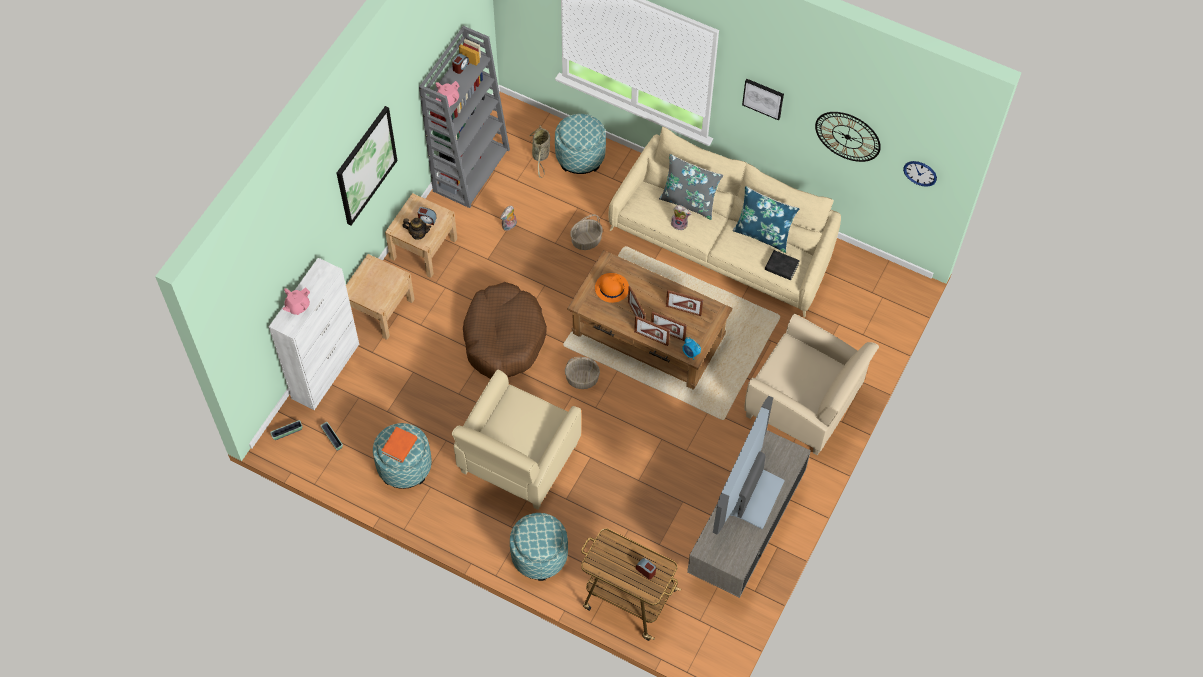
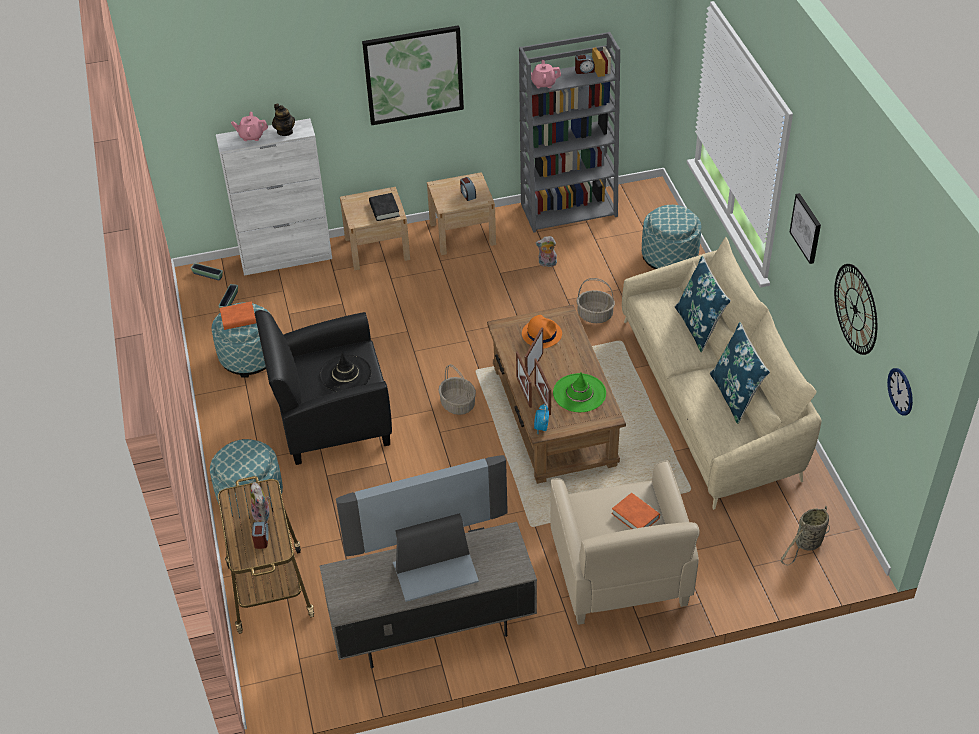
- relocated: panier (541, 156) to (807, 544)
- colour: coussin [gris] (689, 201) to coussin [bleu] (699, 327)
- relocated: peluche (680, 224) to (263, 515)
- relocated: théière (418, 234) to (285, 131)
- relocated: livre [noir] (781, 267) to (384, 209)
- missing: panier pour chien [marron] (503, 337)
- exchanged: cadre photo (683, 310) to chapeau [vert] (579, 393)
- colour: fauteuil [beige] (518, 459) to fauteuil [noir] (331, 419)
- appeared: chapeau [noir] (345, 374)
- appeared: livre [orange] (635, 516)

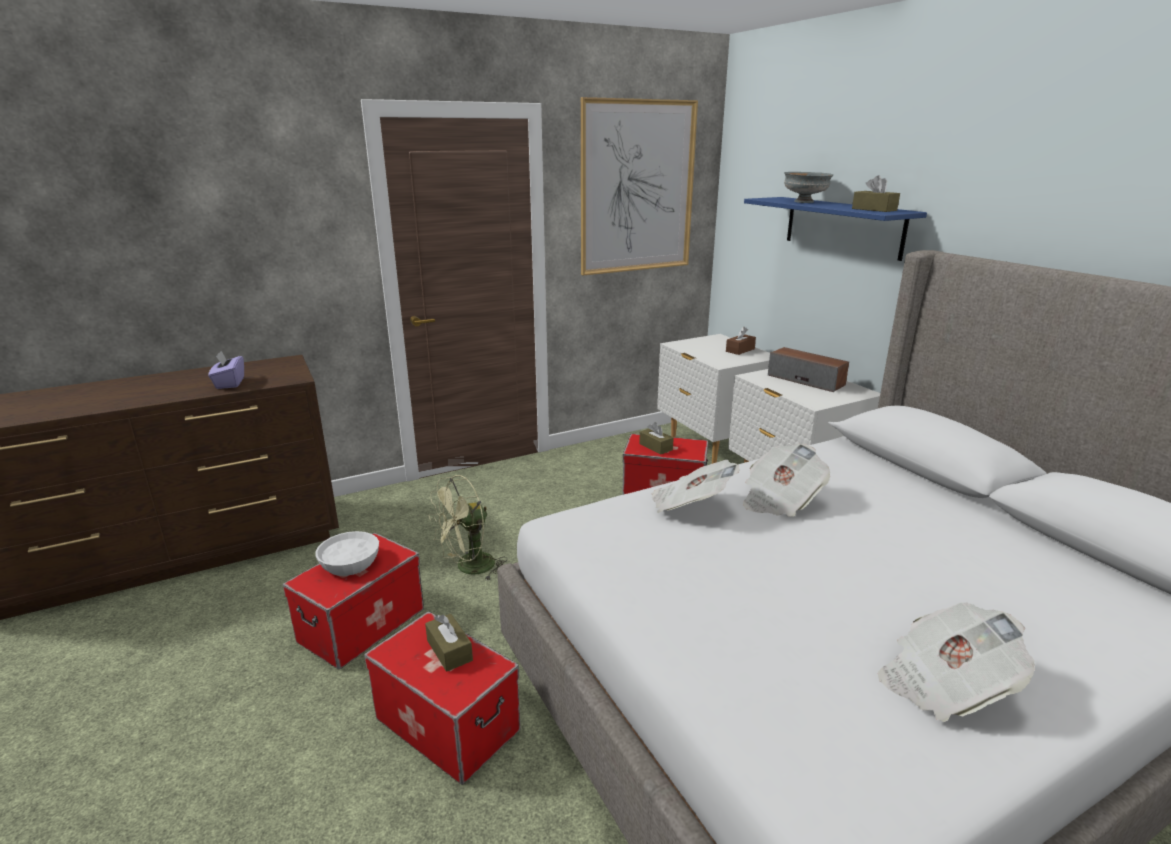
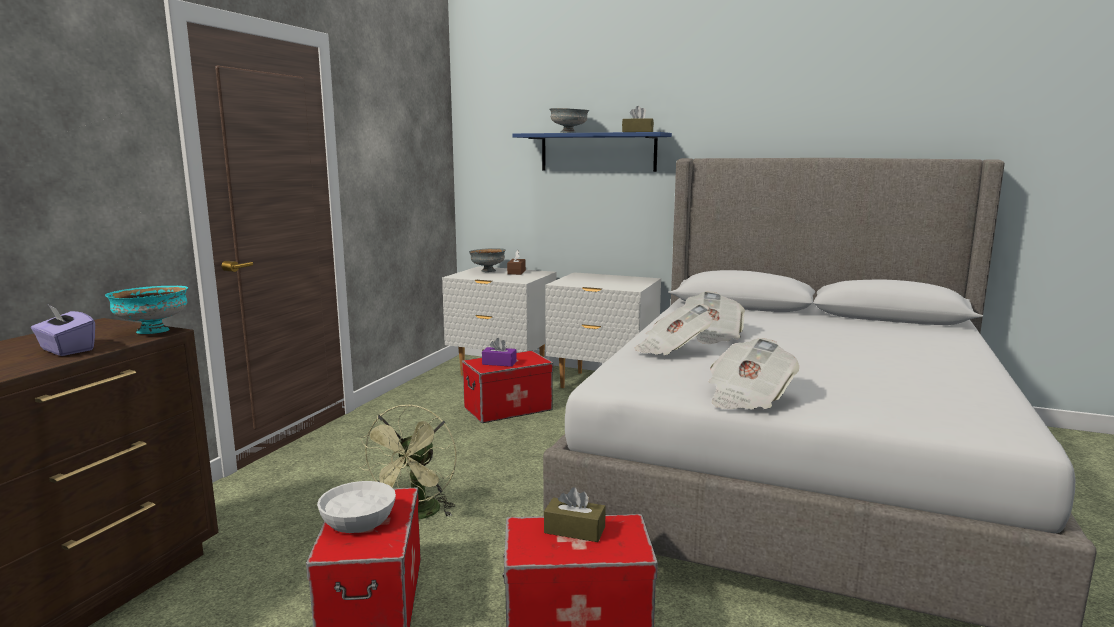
- missing: tableau (637, 188)
- missing: enceinte (806, 380)
- colour: boîte à mouchoirs [marron] (655, 447) to boîte à mouchoirs [violet] (499, 363)
- relocated: journal (944, 684) to (747, 398)
- appeared: bol [gris] (487, 271)
- appeared: bol [turquoise] (152, 331)

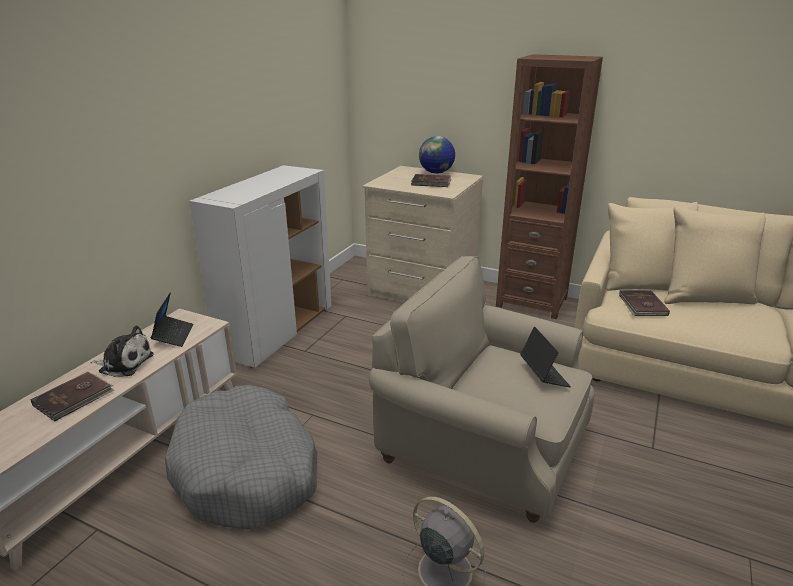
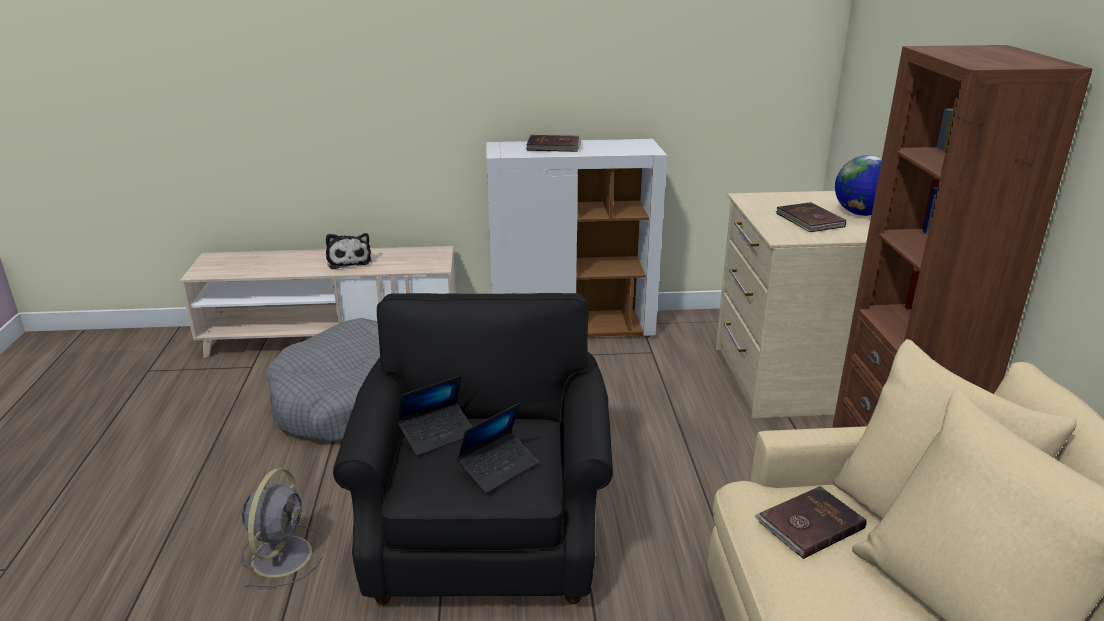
- colour: fauteuil [beige] (482, 446) to fauteuil [noir] (485, 528)
- relocated: ordinateur portable (173, 335) to (437, 435)
- relocated: livre [marron] (74, 398) to (553, 146)

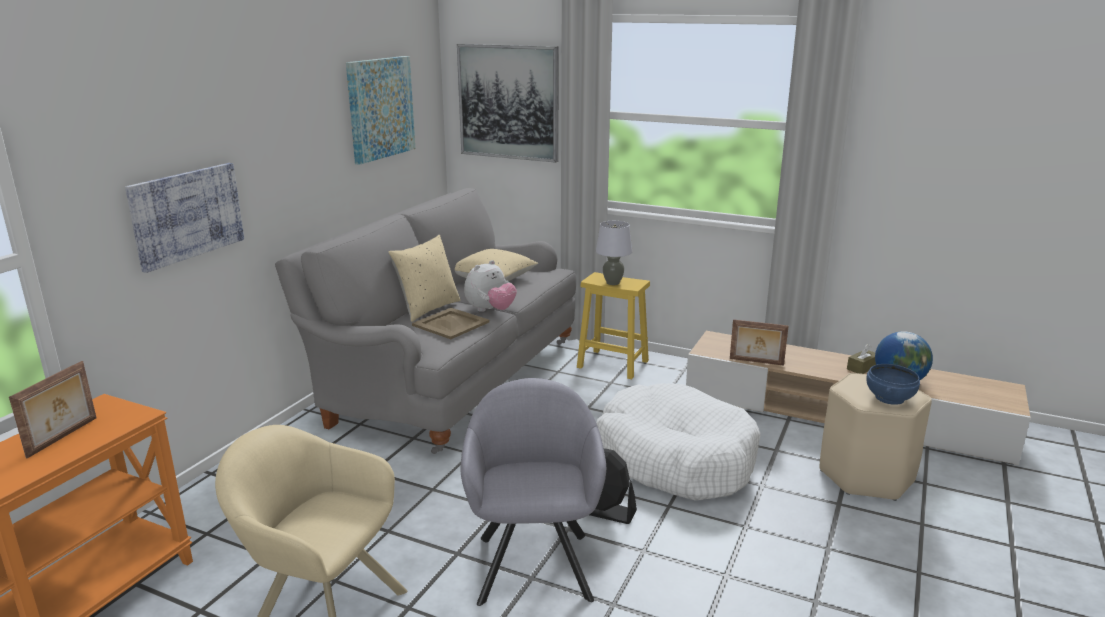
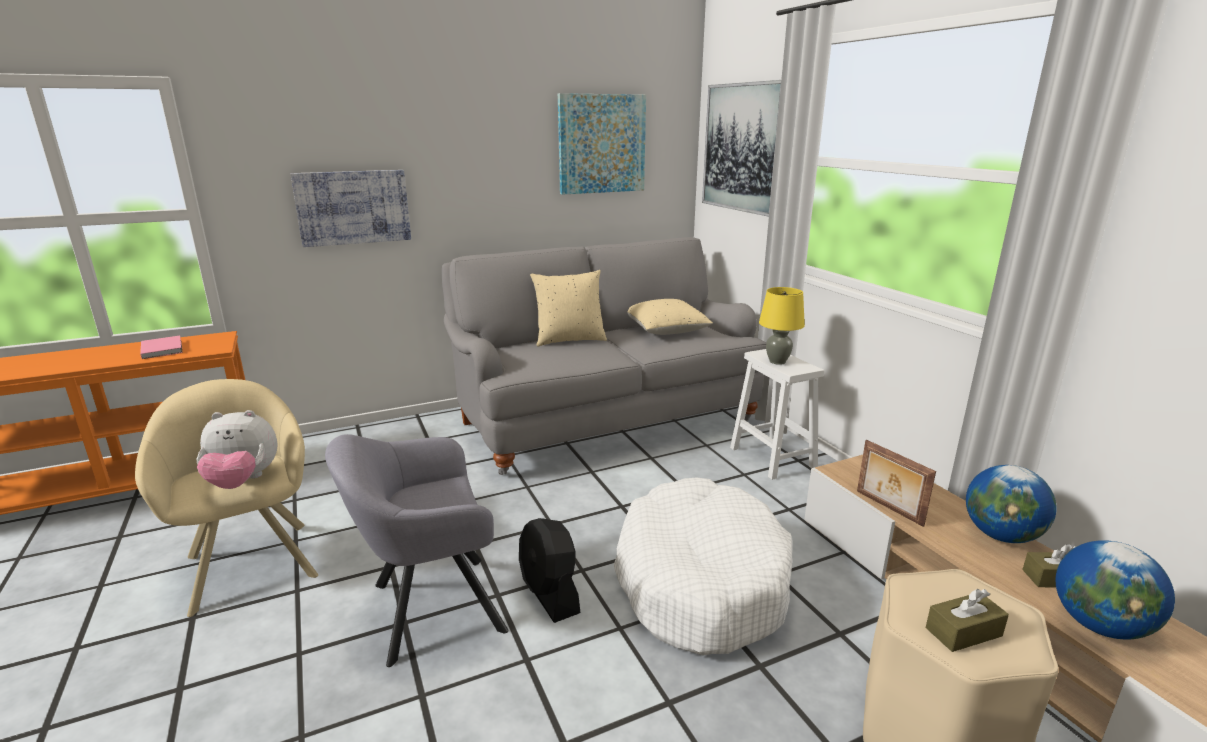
- colour: lampe de table [gris] (613, 283) to lampe de table [jaune] (777, 361)
- relocated: peluche (490, 310) to (243, 481)
- colour: tabouret [jaune] (614, 364) to tabouret [blanc] (773, 458)
- missing: plateau [beige] (450, 324)
- exchanged: cadre photo (64, 437) to livre [rose] (163, 349)
- exchanged: bol [bleu] (889, 398) to boîte à mouchoirs [marron] (963, 632)
- spun: fauteuil [gris] (534, 561) = (428, 609) 150 degrees counterclockwise
- appeared: globe (1001, 535)

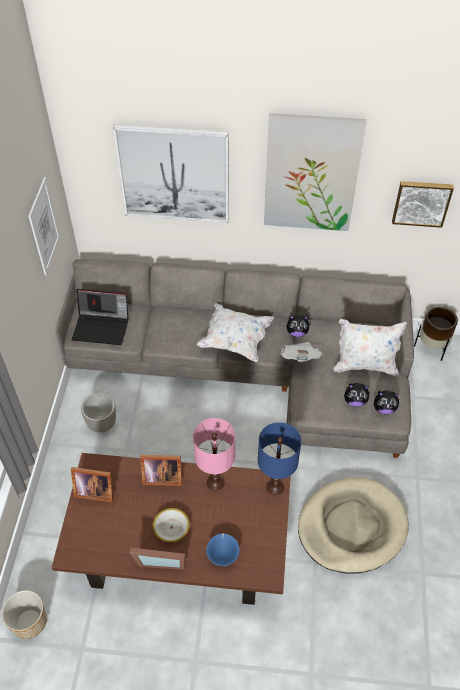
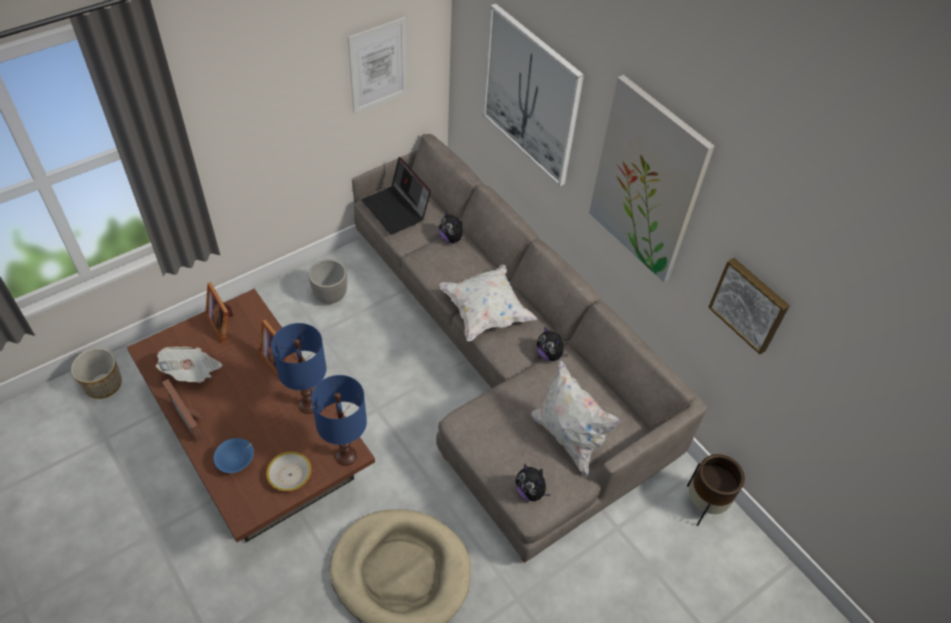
- relocated: journal (300, 358) to (192, 372)
- relocated: peluche (355, 401) to (452, 238)
- colour: lampe de table [rose] (215, 482) to lampe de table [bleu] (309, 404)
- relocated: bol (171, 527) to (290, 475)

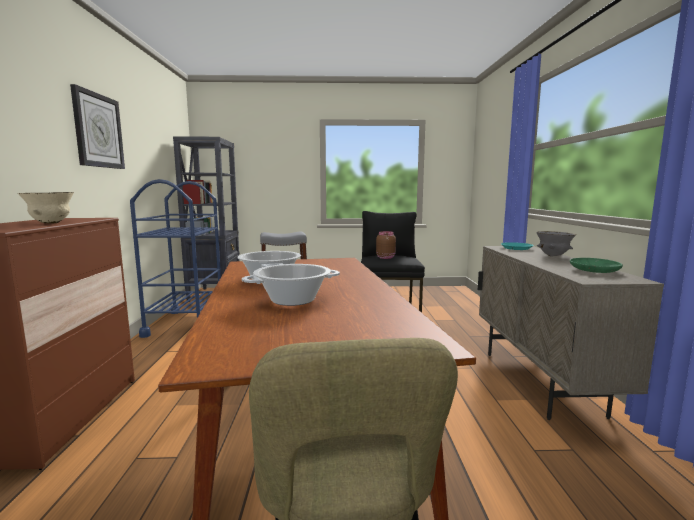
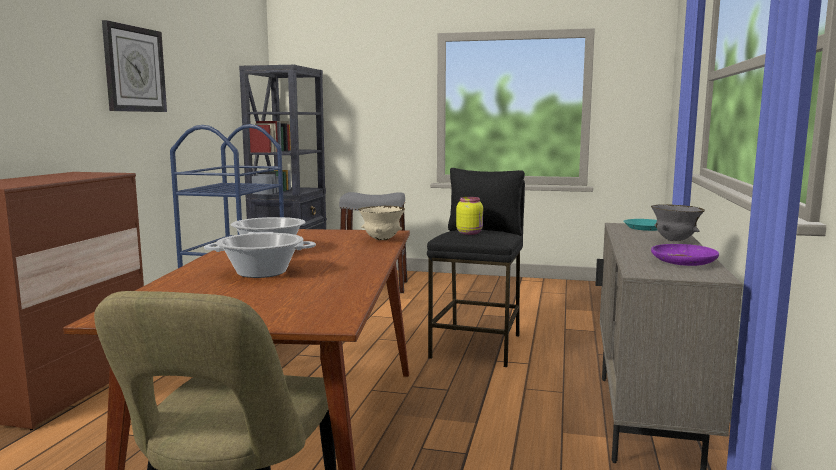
- relocated: bol [beige] (51, 223) to (382, 240)
- colour: bocal [marron] (385, 257) to bocal [jaune] (469, 233)
- colour: assiette [vert] (594, 270) to assiette [violet] (684, 262)

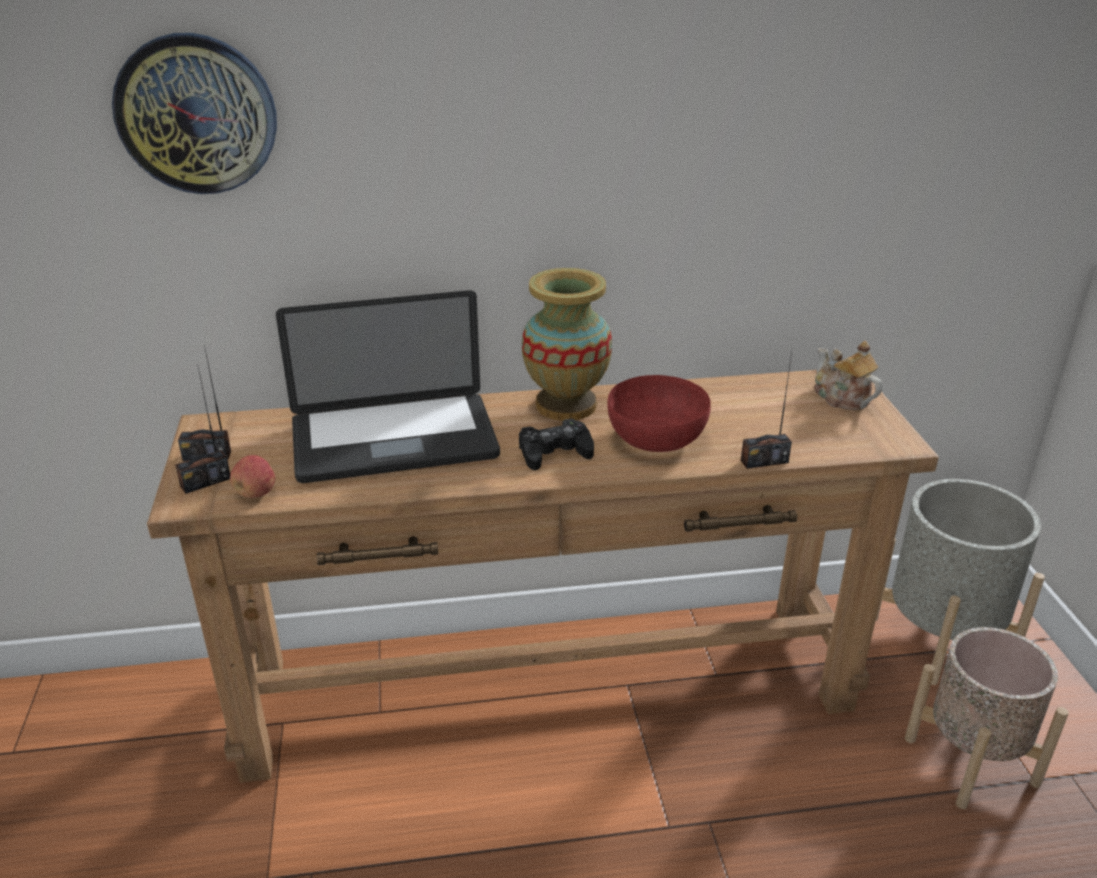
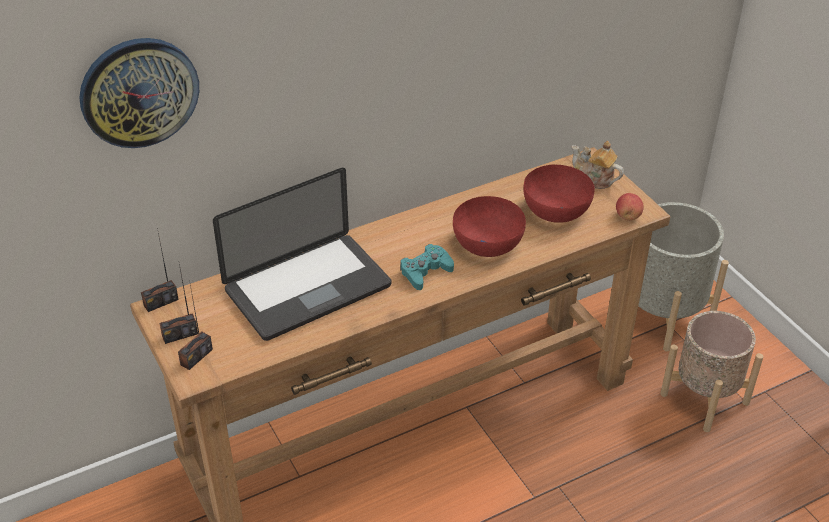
- missing: vase (565, 405)
- relocated: radio (764, 461) to (161, 302)
- colour: manette [noir] (554, 452) to manette [turquoise] (425, 271)
- relocated: pomme (256, 493) to (628, 216)
- appeared: bol [rouge] (557, 210)

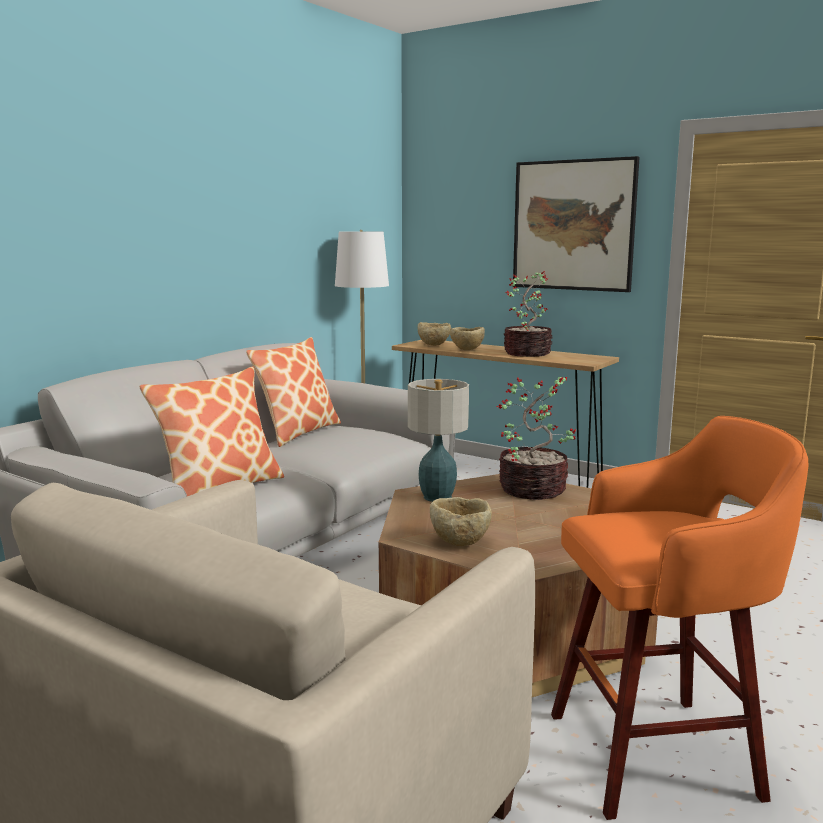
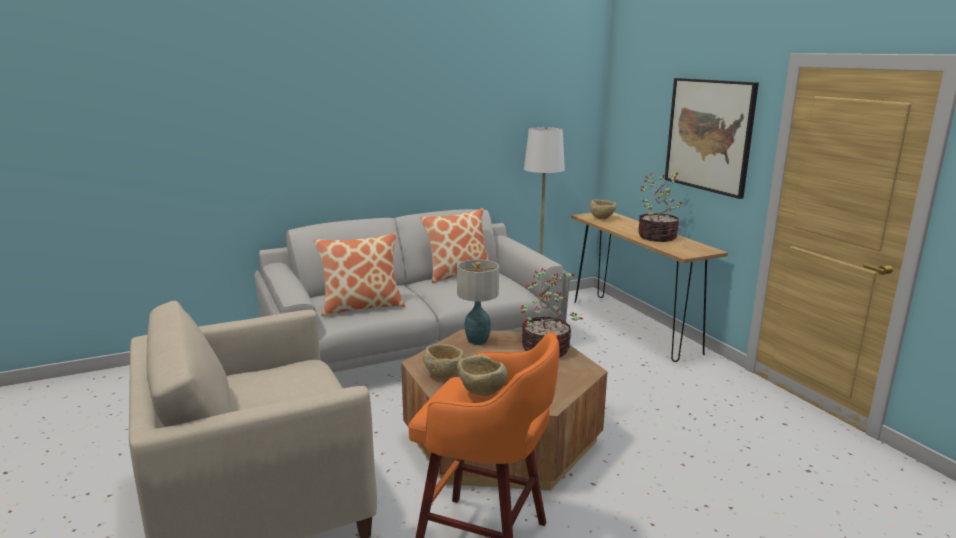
- relocated: bol [beige] (466, 350) to (481, 393)

